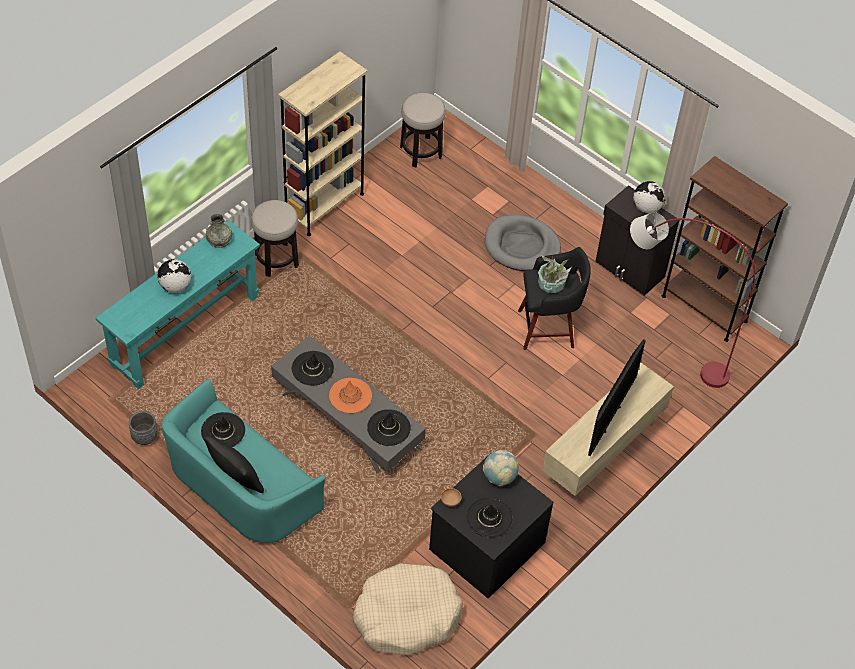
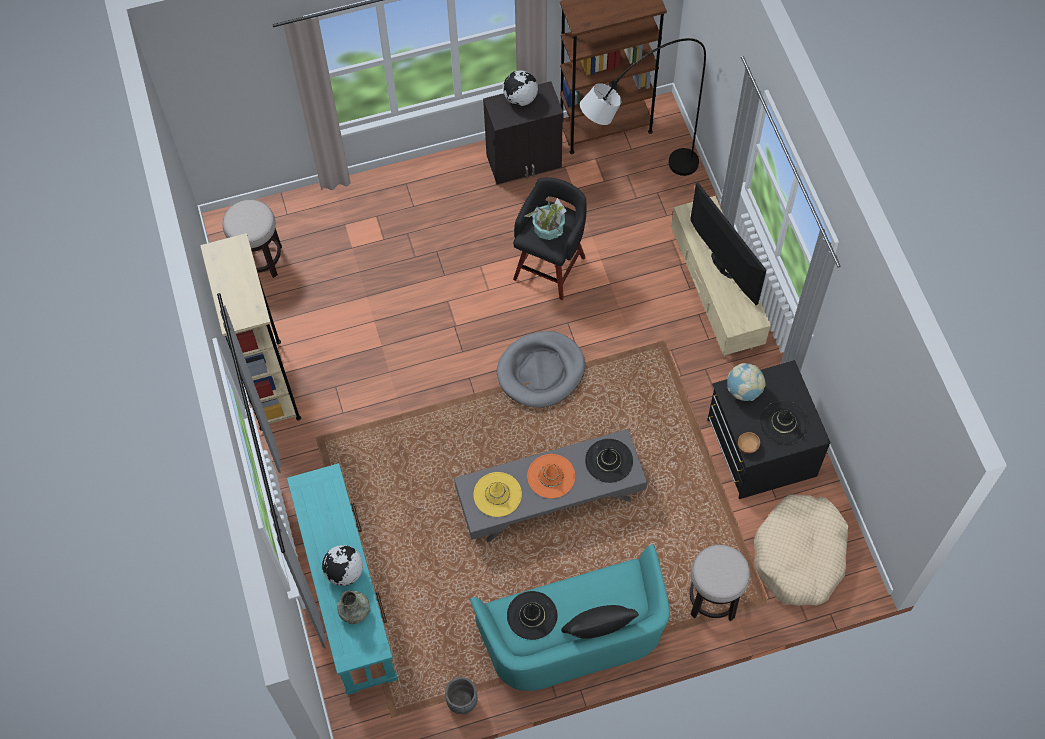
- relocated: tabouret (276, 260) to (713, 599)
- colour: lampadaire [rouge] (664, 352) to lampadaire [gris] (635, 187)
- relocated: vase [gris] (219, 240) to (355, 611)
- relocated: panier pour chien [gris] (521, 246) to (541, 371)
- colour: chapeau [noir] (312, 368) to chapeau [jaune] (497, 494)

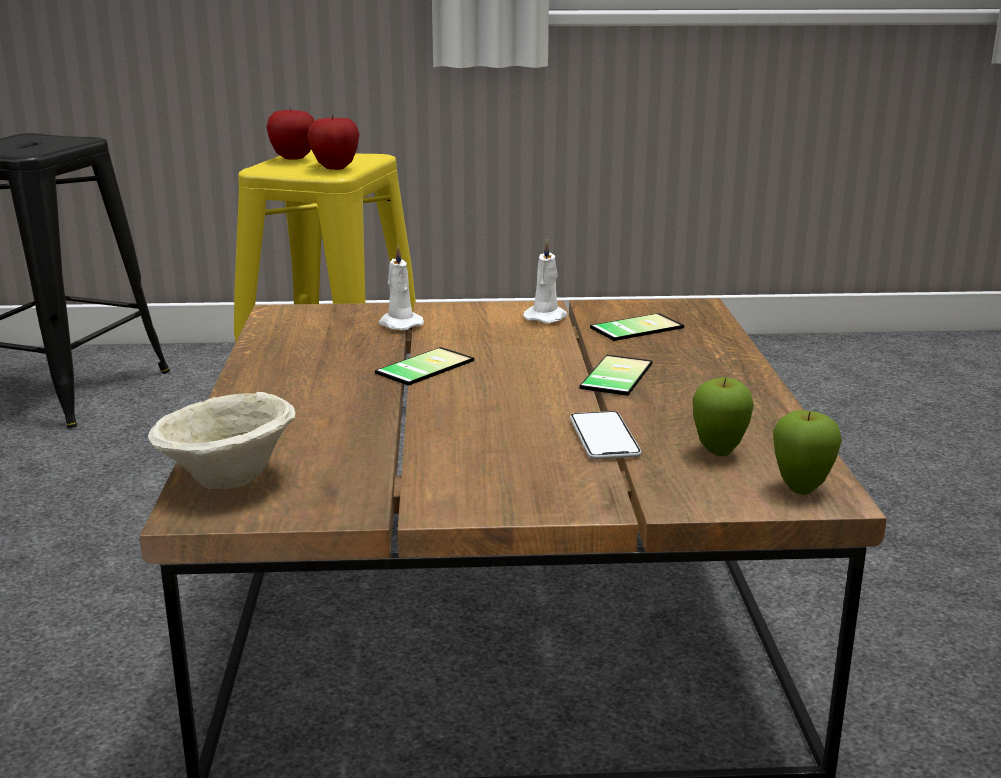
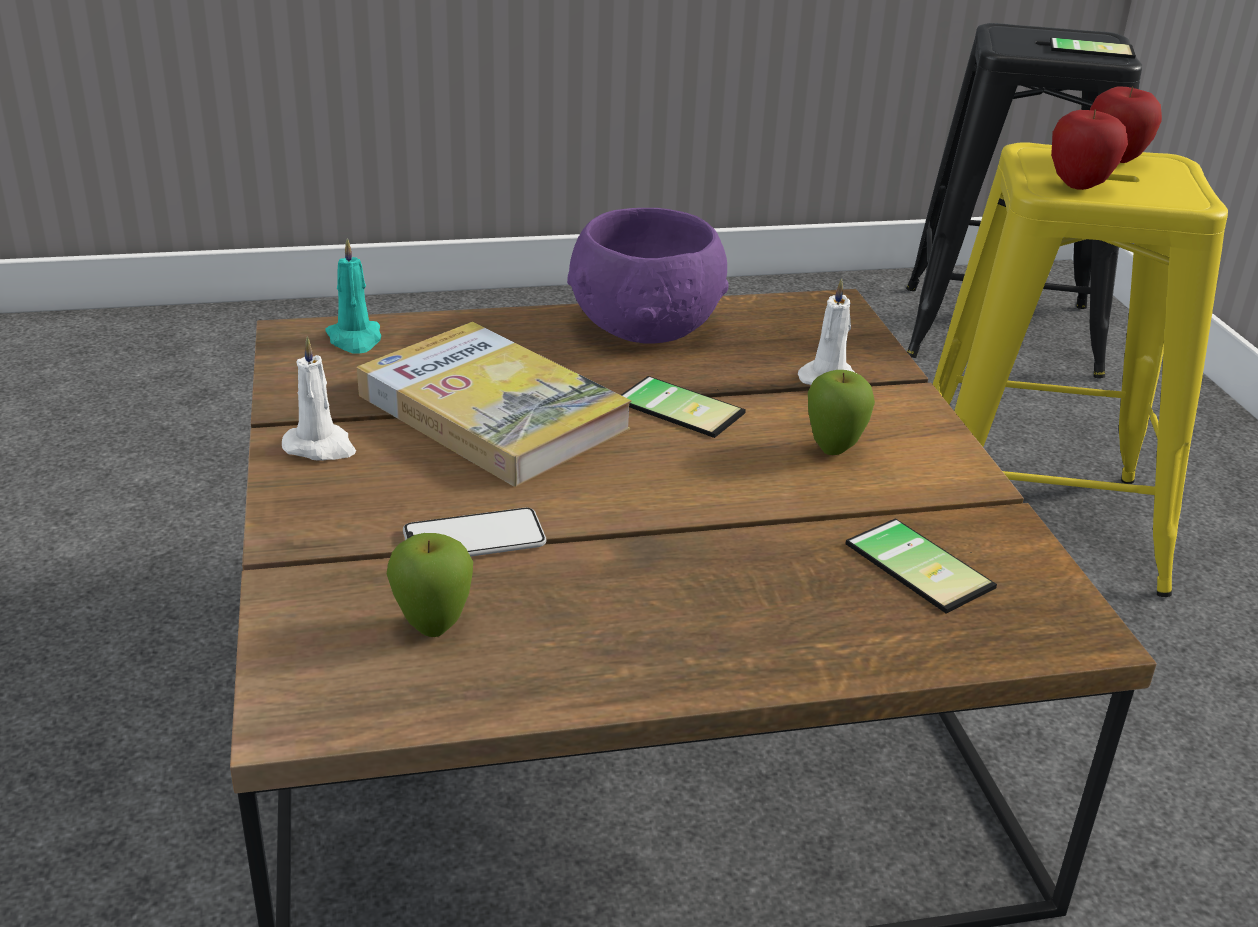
- relocated: bougie [blanc] (546, 317) to (321, 447)
- relocated: téléphone (611, 375) to (1091, 48)
- exchanged: bol [beige] (229, 481) to bougie [turquoise] (355, 339)
- relocated: pomme (801, 489) to (833, 450)
- appeared: bol [violet] (646, 328)
- appeared: livre (492, 412)

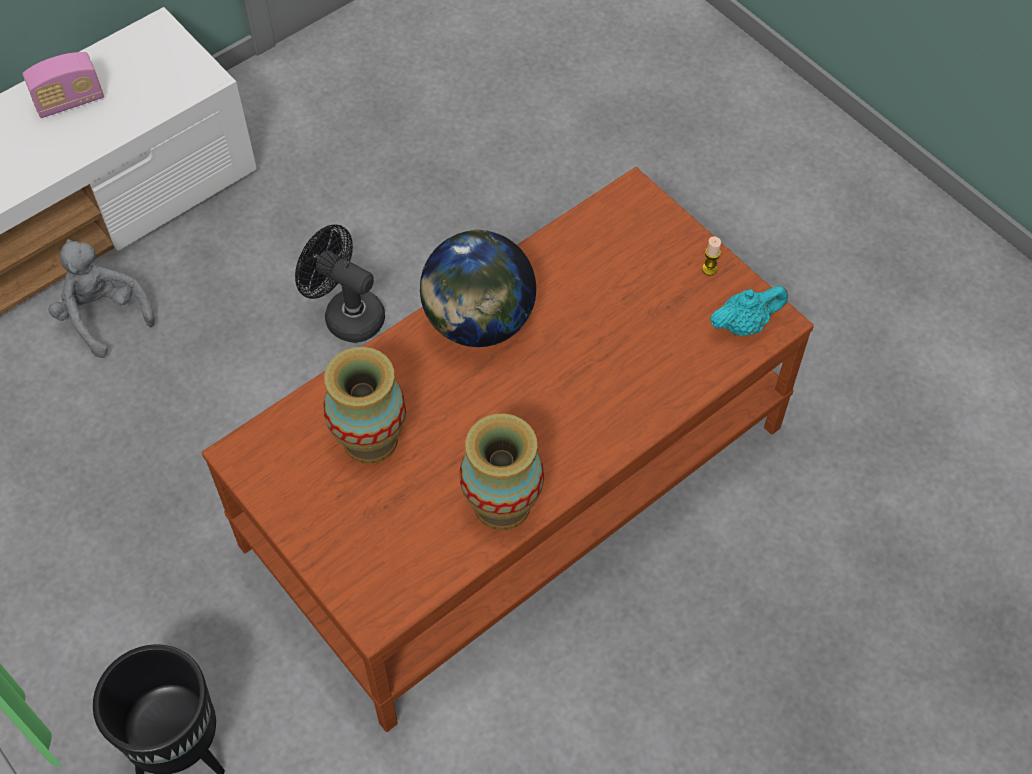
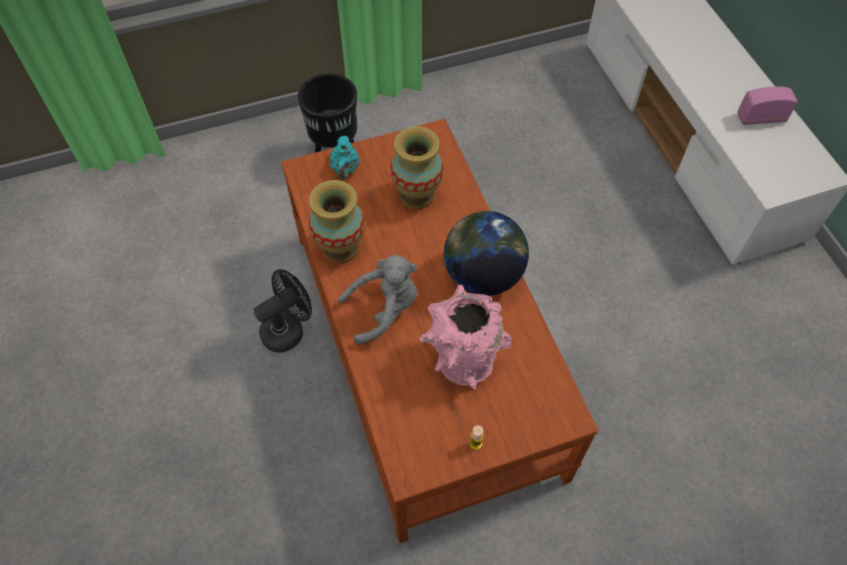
- spun: radio (69, 101) = (761, 118) 90 degrees clockwise
- relocated: ventilateur [noir] (346, 314) to (288, 329)
- relocated: peluche [gris] (103, 316) to (384, 309)
- relocated: théière [turquoise] (744, 325) to (345, 169)
- appeared: vase [rose] (461, 358)

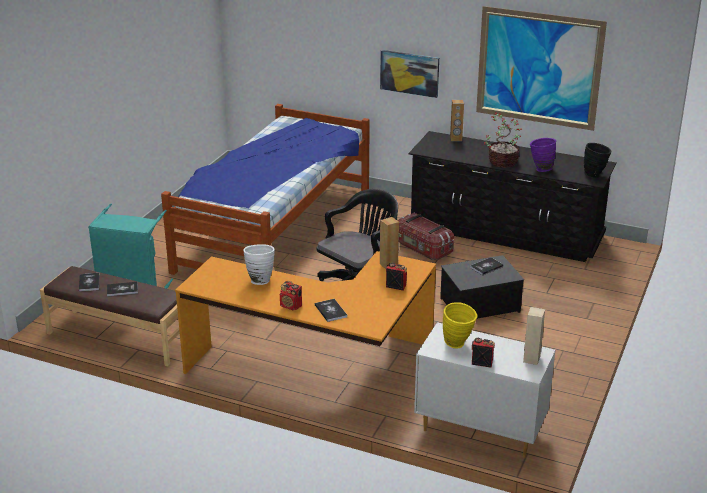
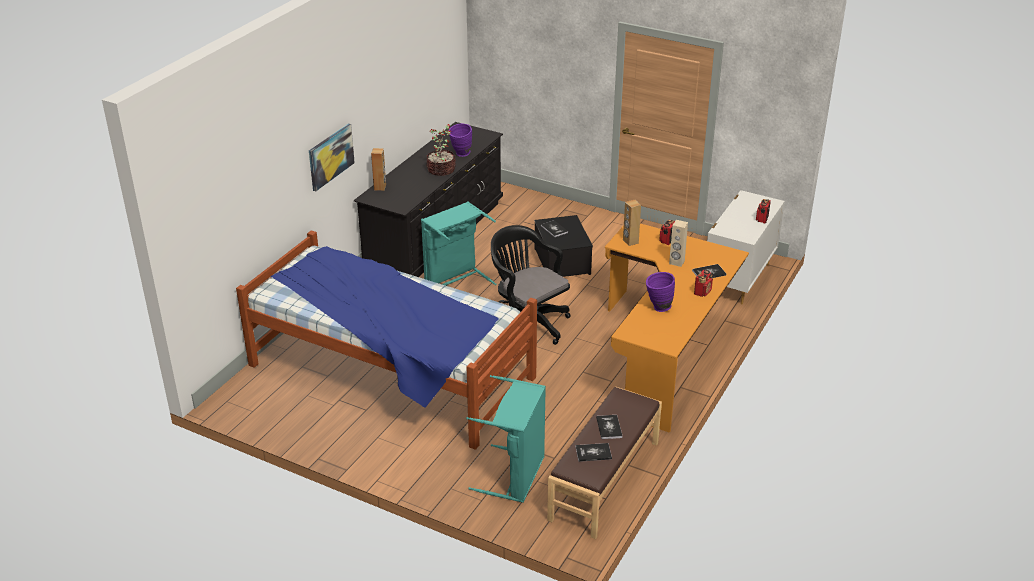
- missing: tableau (538, 68)
- missing: vase [noir] (595, 175)
- exchanged: boîte de rangement (422, 248) to panier à linge [turquoise] (456, 281)
- colour: vase [blanc] (260, 280) to vase [violet] (658, 308)
- missing: vase [jaune] (458, 345)
- relocated: enceinte [beige] (531, 359) to (676, 262)

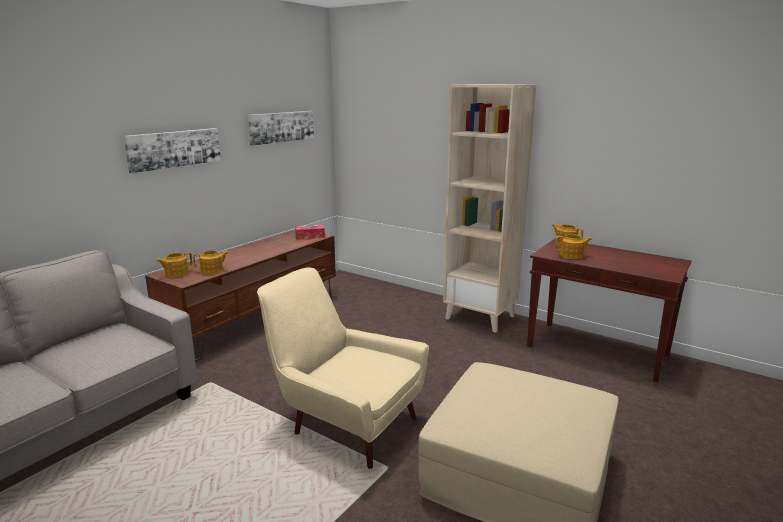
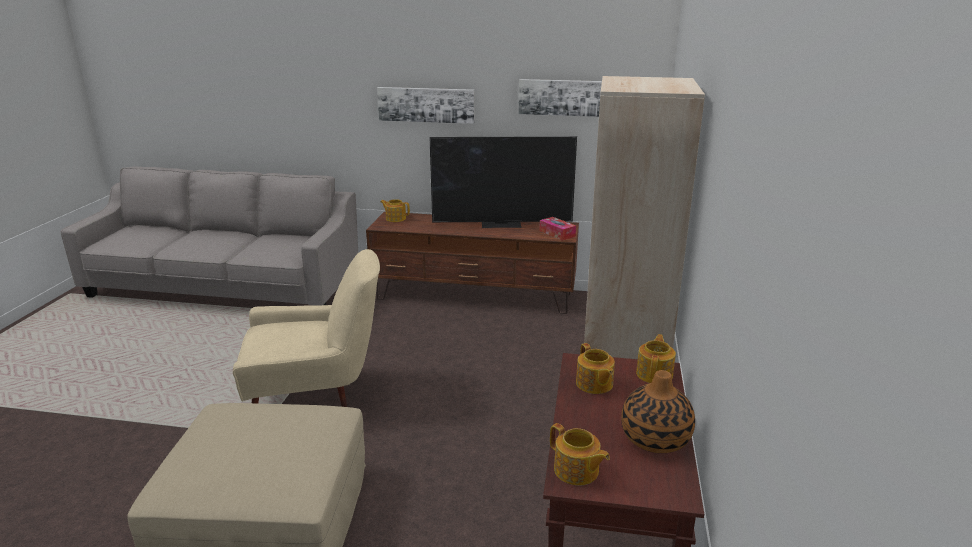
- relocated: théière (212, 270) to (576, 471)
- spun: fauteuil [beige] (344, 424) = (314, 395) 75 degrees clockwise
- appeared: téléviseur (502, 224)
- appeared: vase (654, 439)

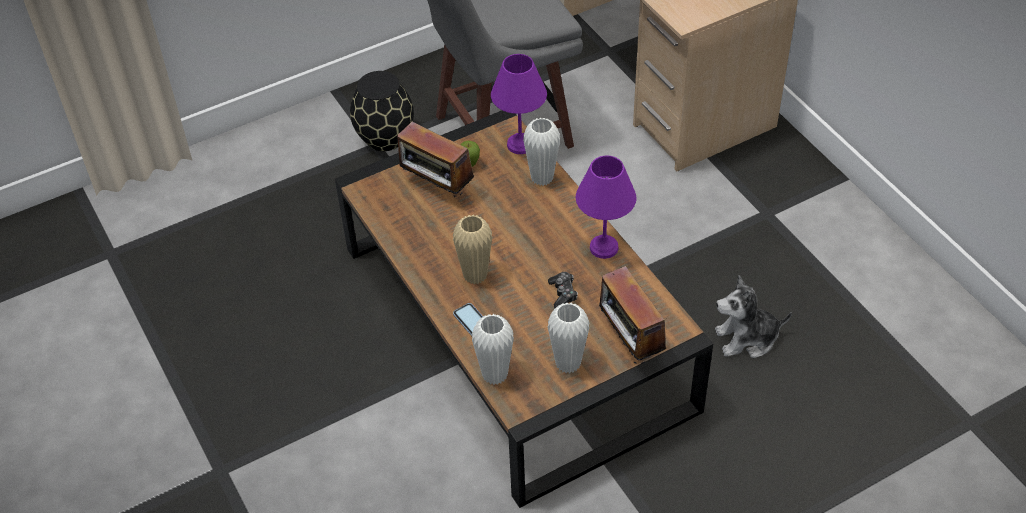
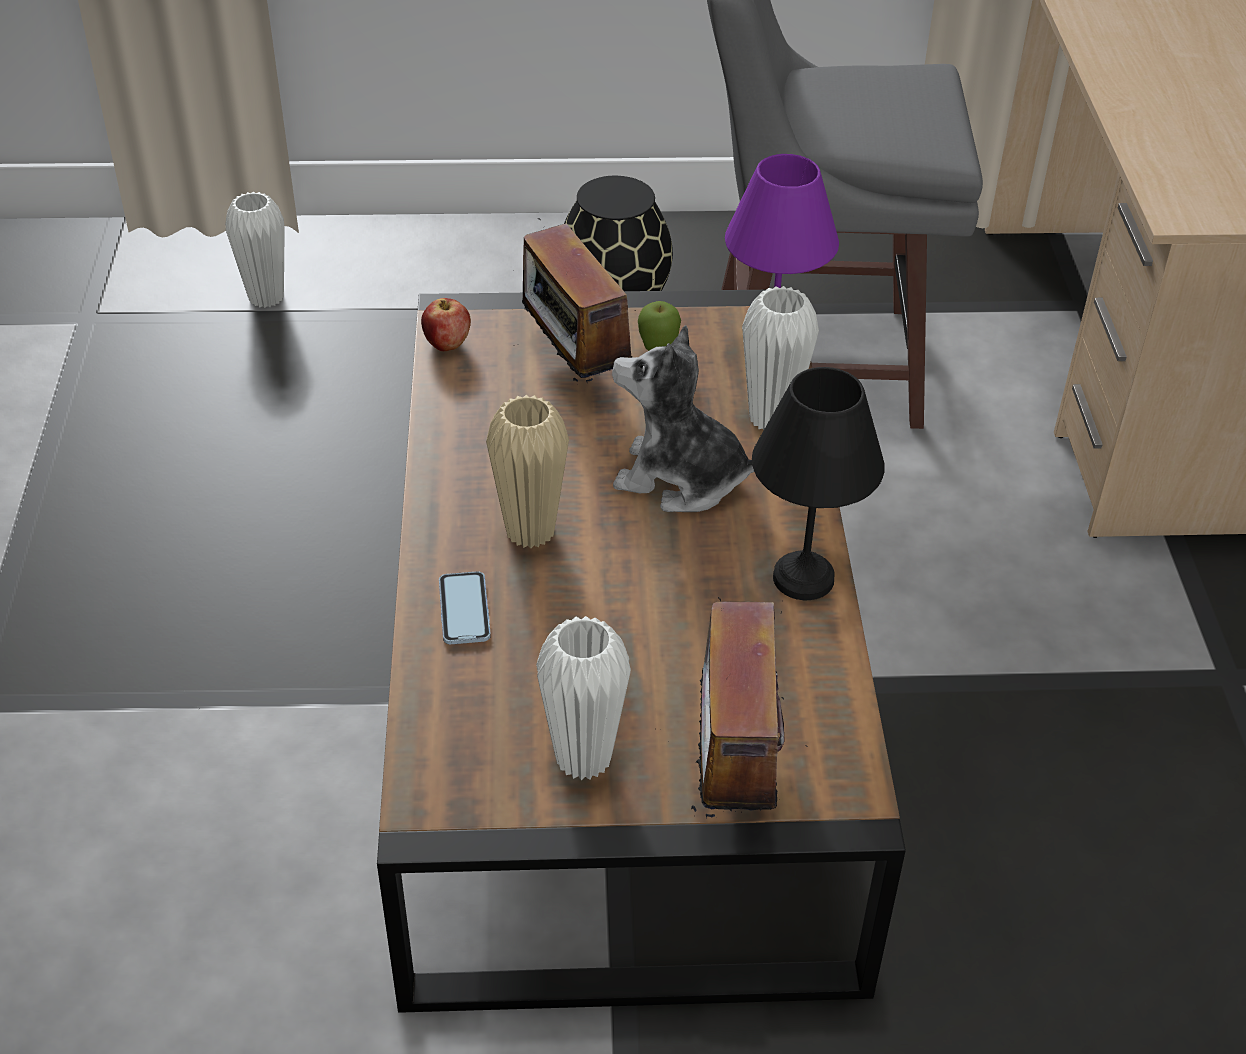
- colour: lampe de table [violet] (605, 247) to lampe de table [noir] (806, 579)
- missing: manette (563, 293)
- relocated: peluche (747, 339) to (681, 479)
- relocated: vase [blanc] (495, 375) to (266, 297)
- appeared: pomme (447, 344)

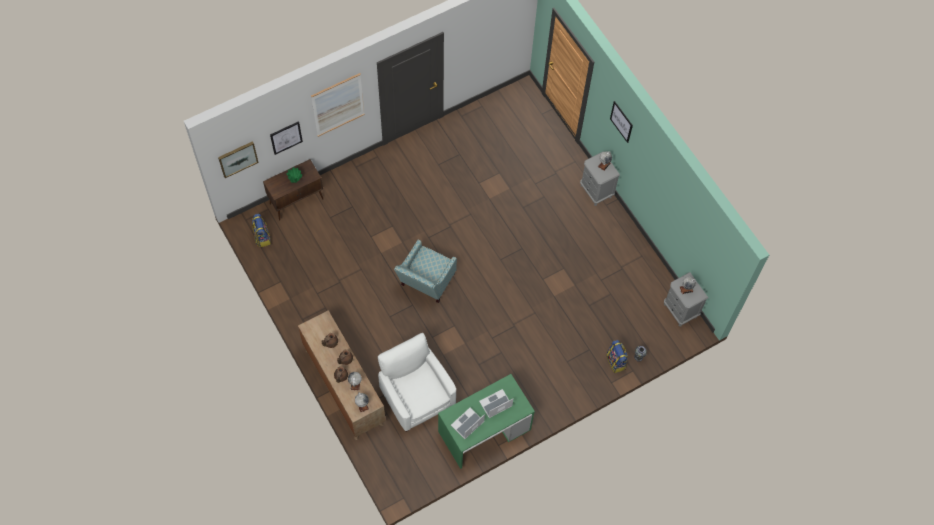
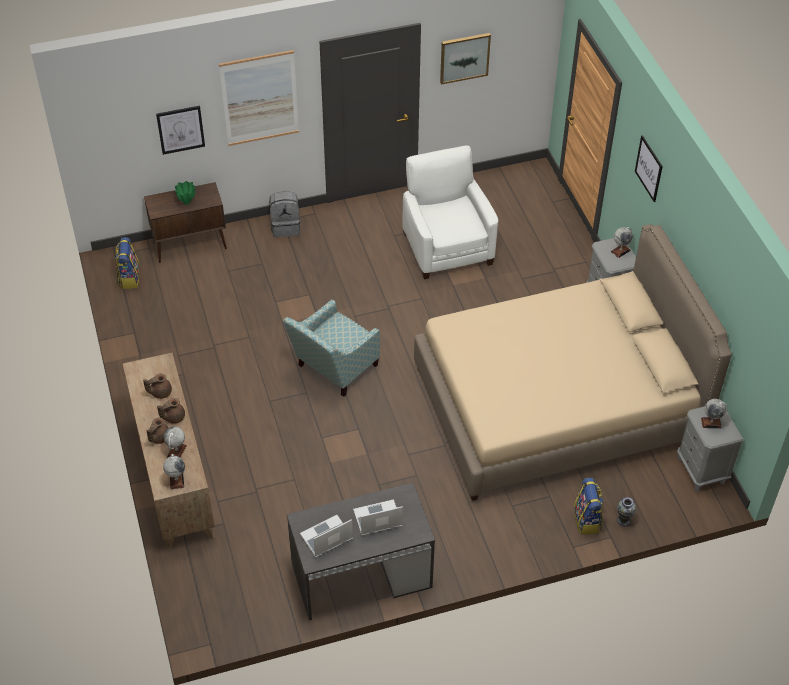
- relocated: tableau (238, 158) to (464, 57)
- relocated: fauteuil [blanc] (416, 396) to (447, 247)
- colour: bureau [vert] (484, 431) to bureau [gris] (361, 575)
- appeared: sac à dos [gris] (286, 227)
- appeared: lit [beige] (556, 404)

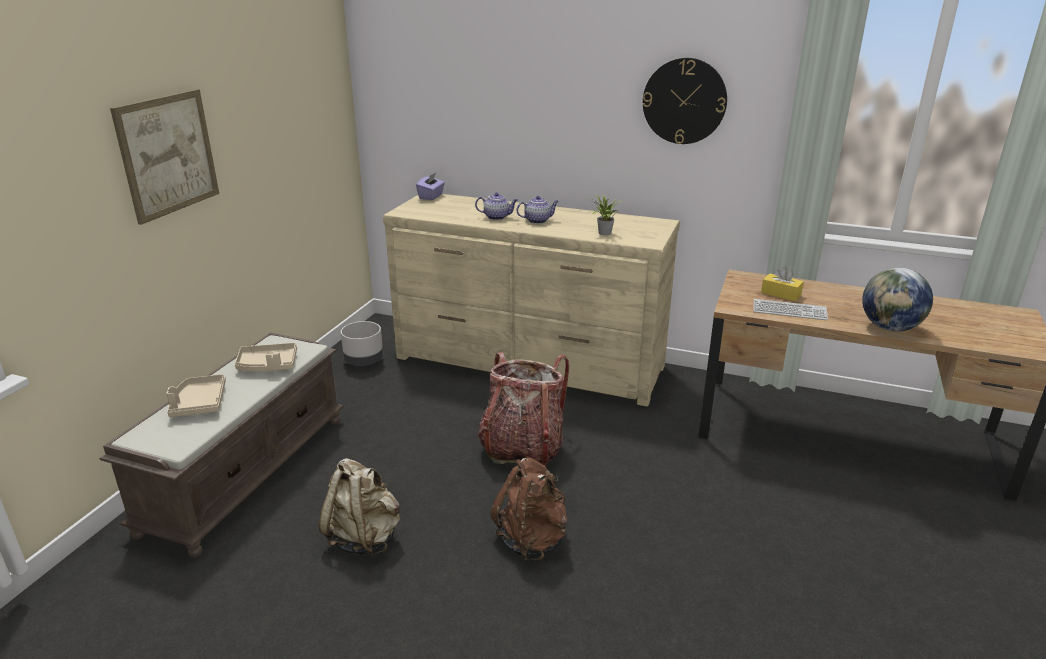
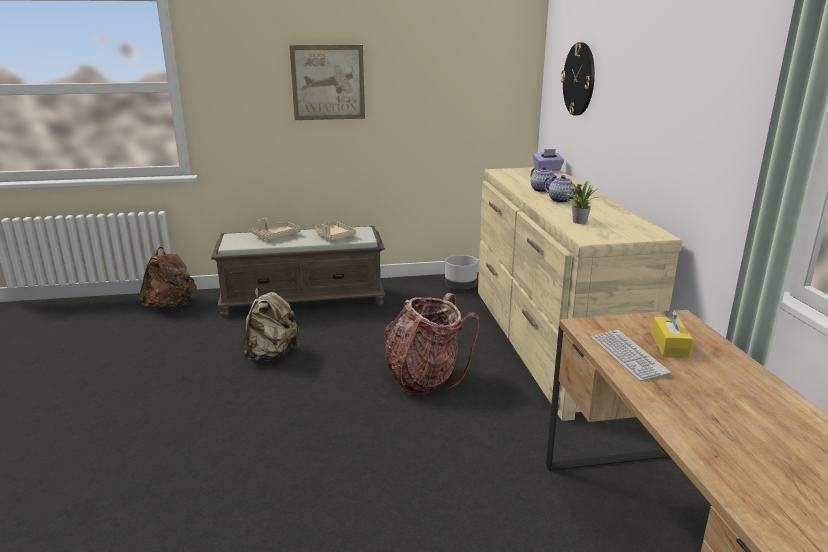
- relocated: horloge murale (684, 101) to (579, 79)
- missing: globe (890, 328)
- relocated: sac à dos [marron] (532, 540) to (171, 307)

